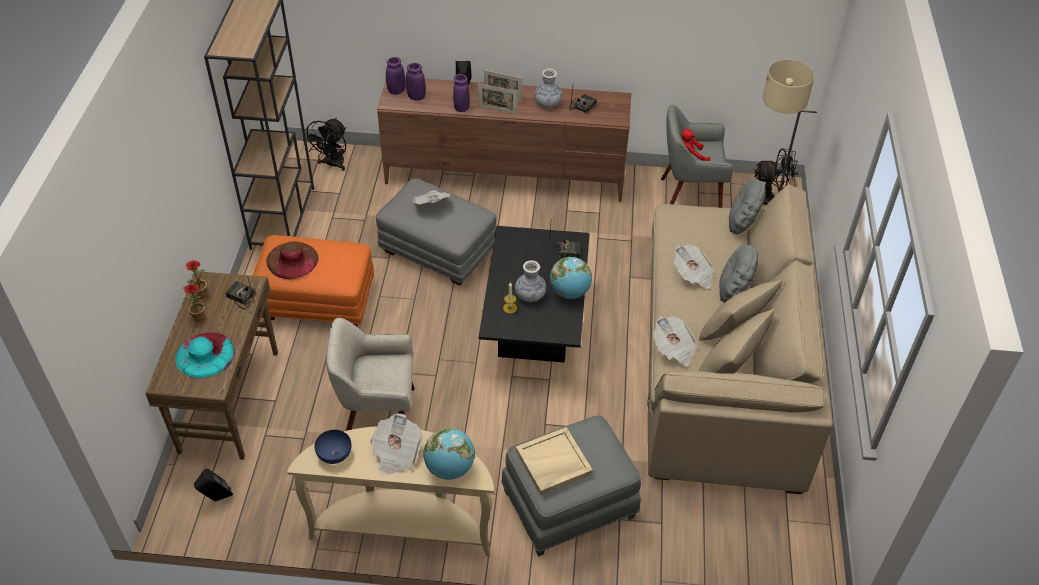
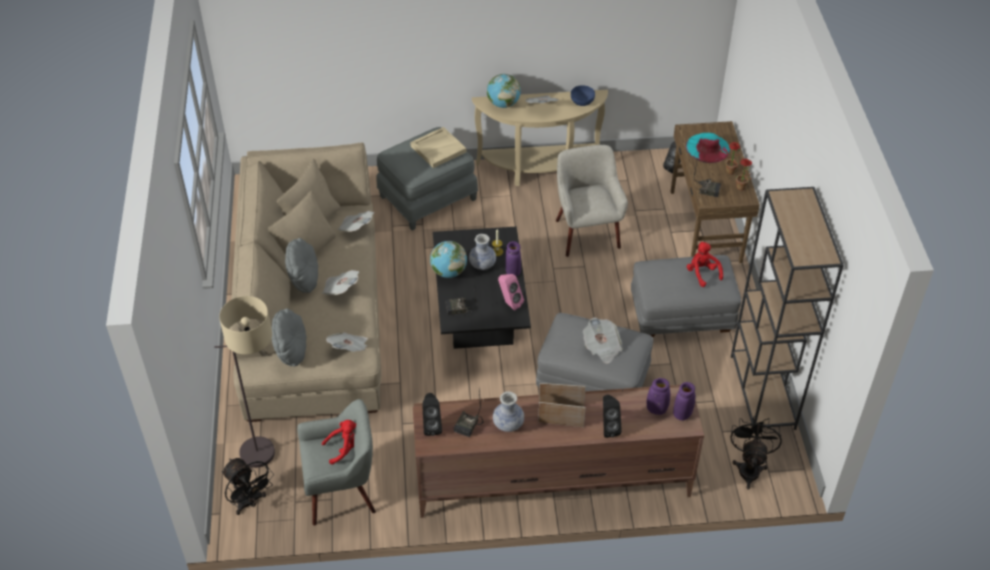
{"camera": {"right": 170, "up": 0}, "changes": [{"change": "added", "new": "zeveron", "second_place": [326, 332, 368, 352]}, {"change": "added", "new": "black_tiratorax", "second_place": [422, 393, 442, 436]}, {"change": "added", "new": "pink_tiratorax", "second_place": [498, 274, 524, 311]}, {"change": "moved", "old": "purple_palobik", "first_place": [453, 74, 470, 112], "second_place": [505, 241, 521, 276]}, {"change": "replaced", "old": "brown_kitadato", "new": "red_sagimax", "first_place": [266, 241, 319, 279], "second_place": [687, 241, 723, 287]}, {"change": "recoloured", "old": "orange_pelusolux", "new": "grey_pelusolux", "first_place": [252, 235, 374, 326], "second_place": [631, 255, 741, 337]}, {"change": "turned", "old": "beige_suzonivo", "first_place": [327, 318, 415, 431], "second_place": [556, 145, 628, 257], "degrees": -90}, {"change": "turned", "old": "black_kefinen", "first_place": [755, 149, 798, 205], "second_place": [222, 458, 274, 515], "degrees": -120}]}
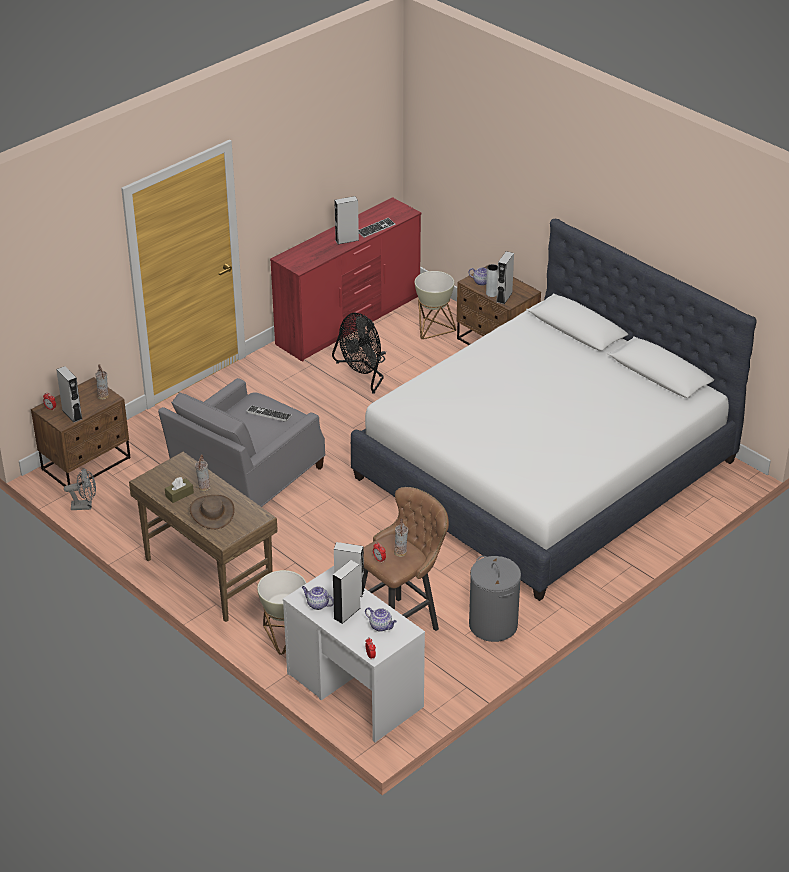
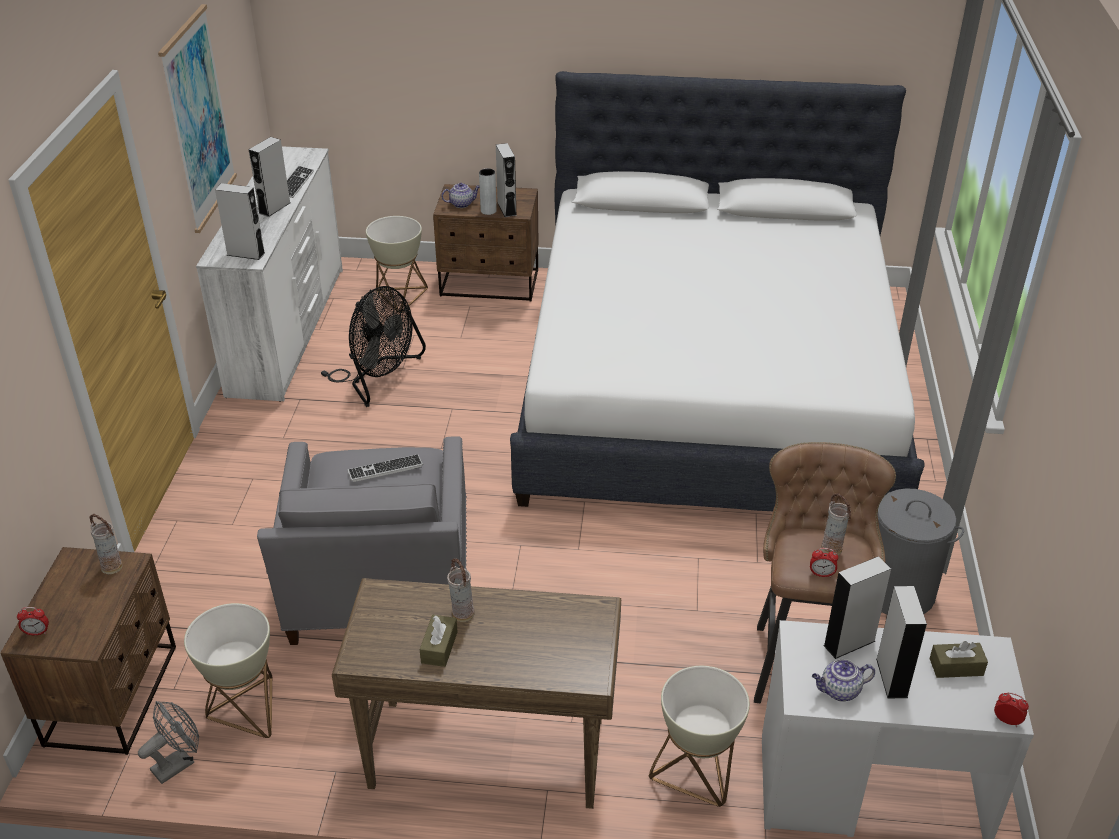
{"camera": {"right": -40, "up": 0}, "changes": [{"change": "removed", "old": "brown_kitadato", "first_place": [190, 495, 235, 529]}, {"change": "added", "new": "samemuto", "second_place": [158, 4, 237, 233]}, {"change": "added", "new": "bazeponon", "second_place": [184, 603, 272, 738]}, {"change": "moved", "old": "grey_tiratorax", "first_place": [56, 366, 82, 422], "second_place": [215, 183, 265, 260]}, {"change": "replaced", "old": "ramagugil", "new": "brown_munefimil", "first_place": [365, 607, 397, 632], "second_place": [929, 641, 988, 678]}, {"change": "recoloured", "old": "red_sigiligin", "new": "white_sigiligin", "first_place": [270, 197, 421, 362], "second_place": [196, 146, 343, 402]}, {"change": "turned", "old": "black_kefinen", "first_place": [332, 313, 387, 394], "second_place": [321, 286, 426, 407], "degrees": -75}]}
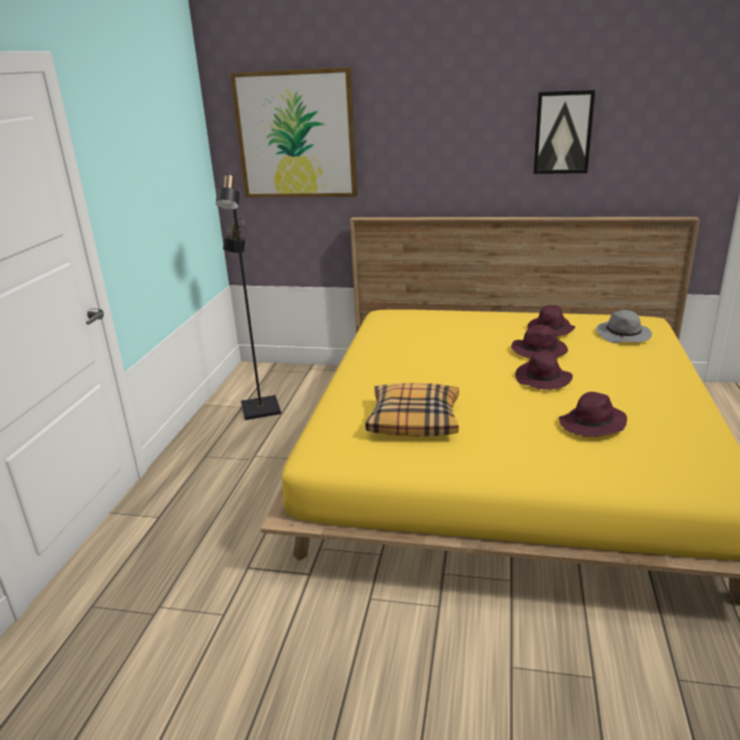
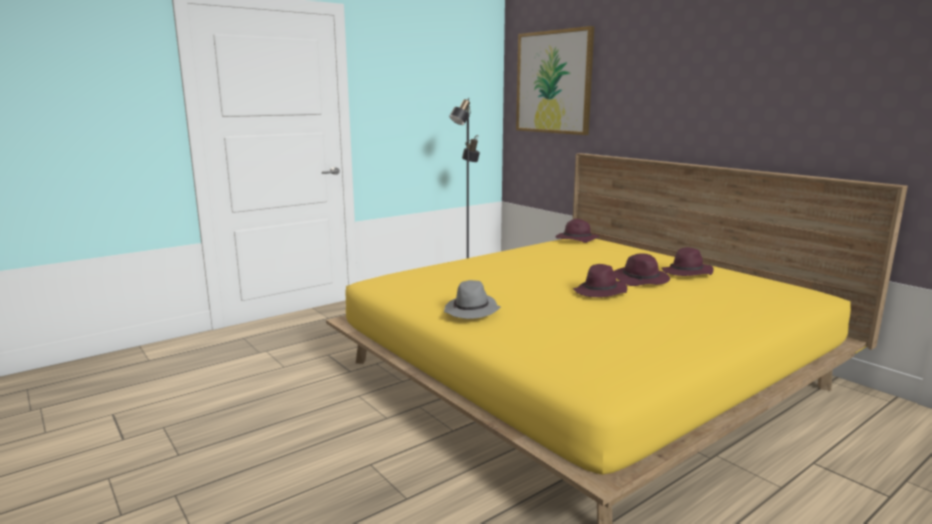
{"camera": {"right": 40, "up": -10}, "changes": [{"change": "removed", "old": "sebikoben", "first_place": [365, 383, 459, 436]}, {"change": "removed", "old": "samemuto", "first_place": [534, 90, 595, 174]}, {"change": "moved", "old": "purple_kitadato", "first_place": [559, 392, 627, 437], "second_place": [555, 219, 599, 243]}, {"change": "moved", "old": "grey_kitadato", "first_place": [596, 310, 652, 343], "second_place": [444, 280, 500, 319]}]}
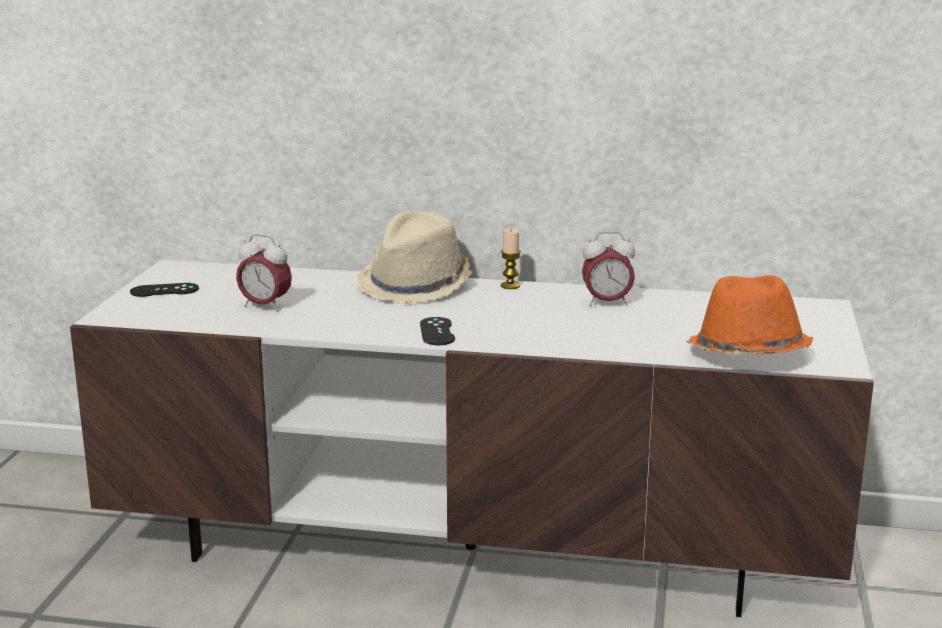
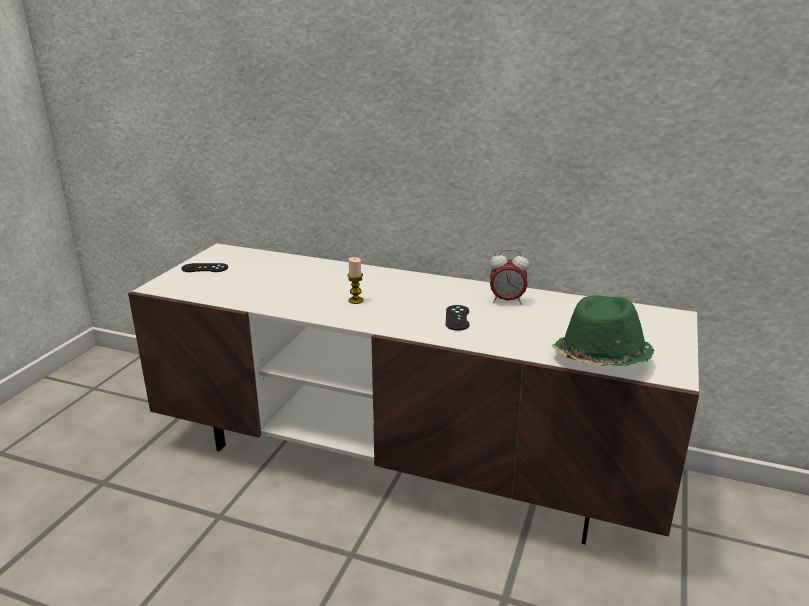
{"camera": {"right": 10, "up": 5}, "changes": [{"change": "removed", "old": "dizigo", "first_place": [236, 234, 292, 312]}, {"change": "removed", "old": "beige_kitadato", "first_place": [357, 211, 472, 305]}, {"change": "moved", "old": "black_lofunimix", "first_place": [420, 317, 455, 345], "second_place": [445, 305, 470, 331]}, {"change": "moved", "old": "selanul", "first_place": [501, 228, 521, 289], "second_place": [347, 257, 364, 304]}, {"change": "recoloured", "old": "orange_kitadato", "new": "green_kitadato", "first_place": [686, 275, 813, 355], "second_place": [552, 296, 655, 366]}]}
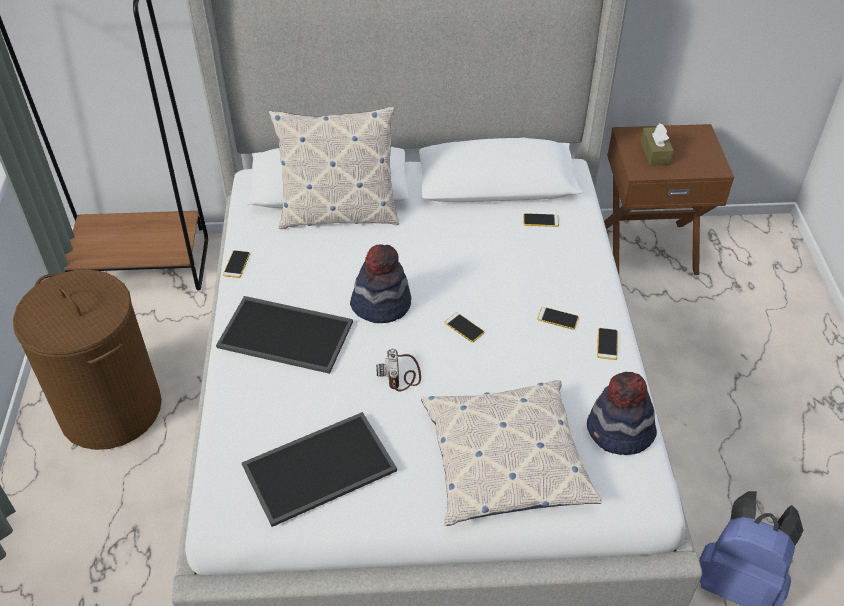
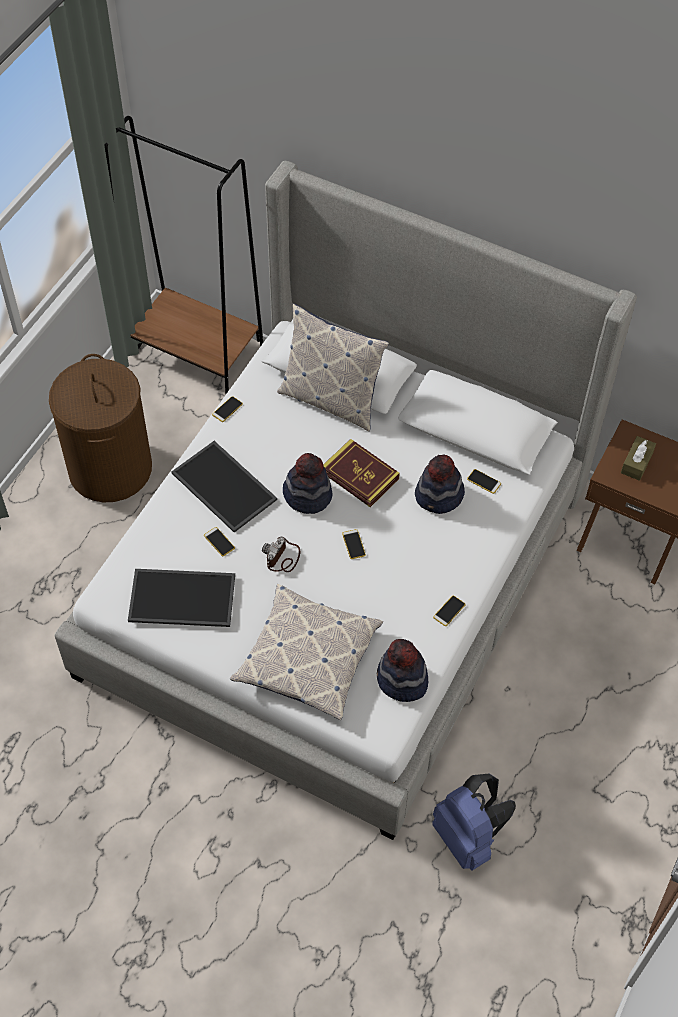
{"camera": {"right": 30, "up": 10}, "changes": [{"change": "added", "new": "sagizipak", "second_place": [323, 439, 400, 507]}, {"change": "added", "new": "kitadato", "second_place": [415, 454, 465, 514]}, {"change": "moved", "old": "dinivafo", "first_place": [537, 307, 579, 330], "second_place": [204, 527, 235, 556]}]}
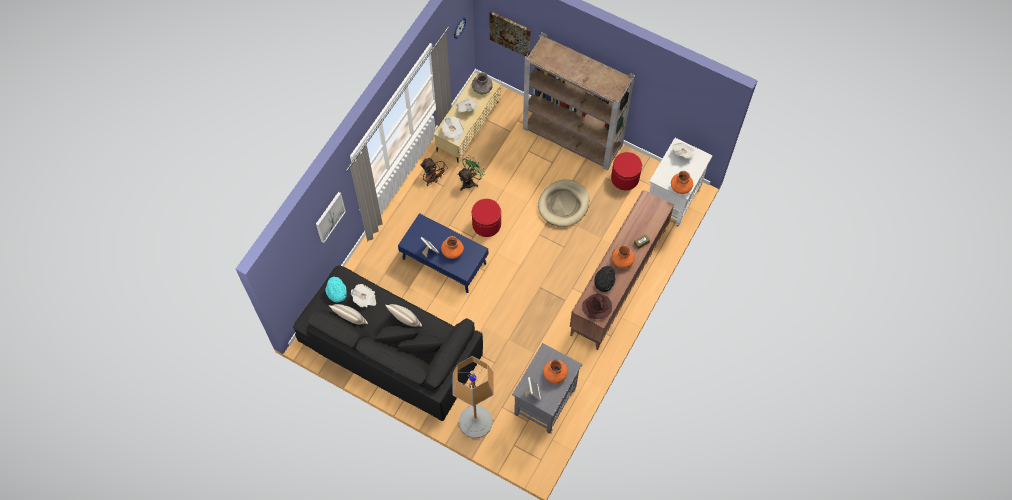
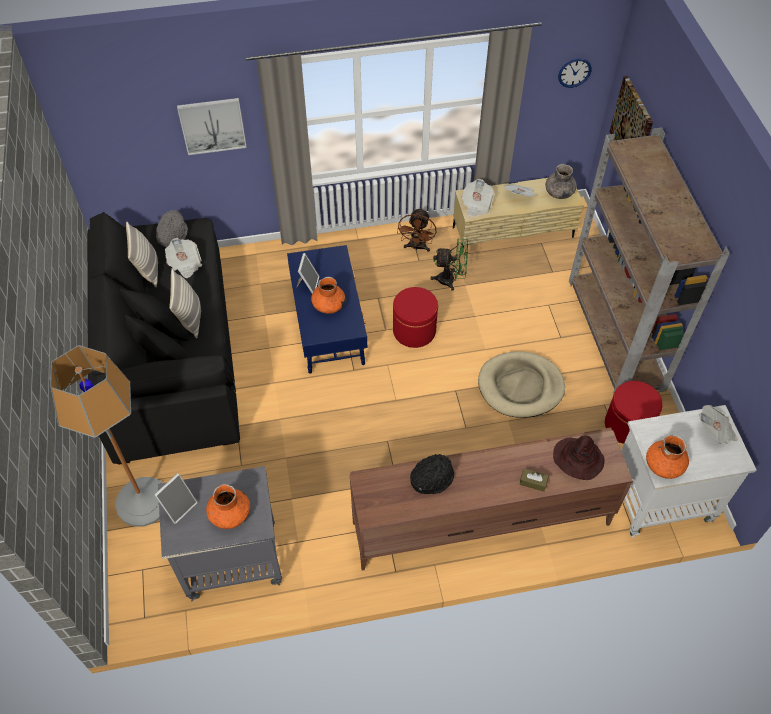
{"camera": {"right": 50, "up": -10}, "changes": [{"change": "removed", "old": "orange_palobik", "first_place": [612, 245, 635, 268]}, {"change": "moved", "old": "brown_kitadato", "first_place": [582, 294, 612, 319], "second_place": [553, 436, 605, 480]}, {"change": "recoloured", "old": "turquoise_kitadato", "new": "grey_kitadato", "first_place": [326, 277, 347, 302], "second_place": [156, 210, 188, 247]}]}
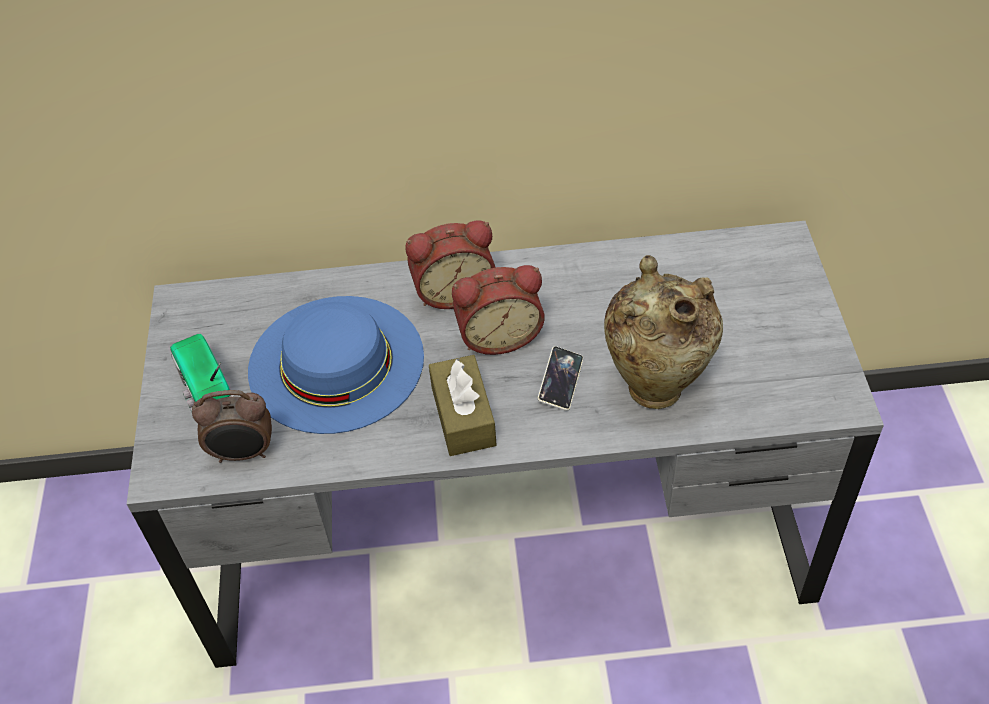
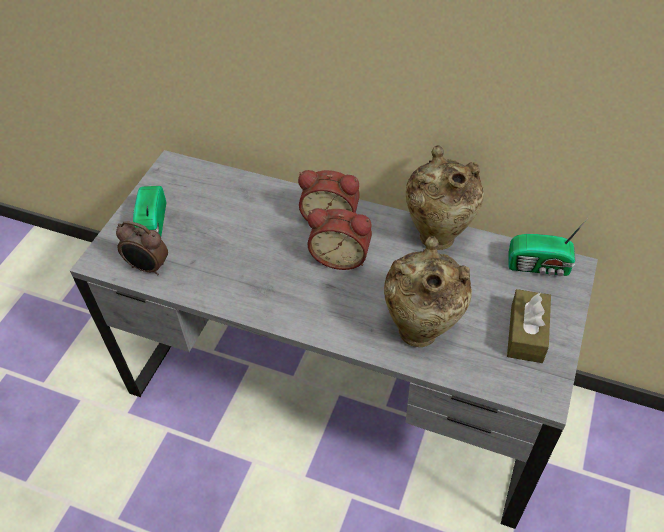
{"camera": {"right": 25, "up": 0}, "changes": [{"change": "removed", "old": "blue_kitadato", "first_place": [248, 296, 424, 434]}, {"change": "removed", "old": "dinivafo", "first_place": [538, 346, 583, 411]}, {"change": "added", "new": "beige_palobik", "second_place": [406, 145, 484, 250]}, {"change": "added", "new": "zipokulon", "second_place": [508, 220, 587, 277]}, {"change": "moved", "old": "brown_munefimil", "first_place": [429, 355, 497, 456], "second_place": [507, 289, 551, 363]}]}
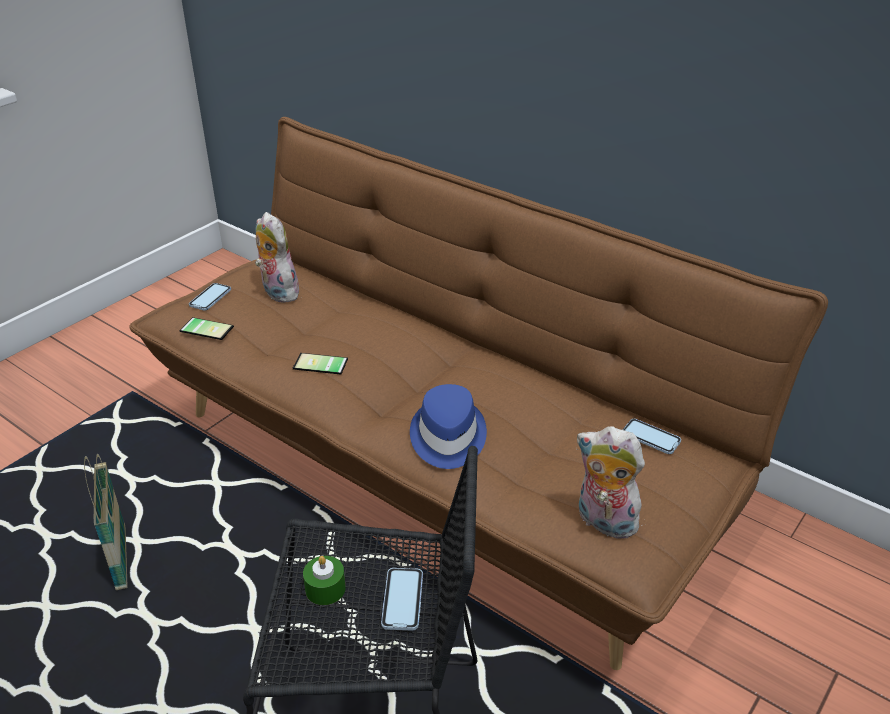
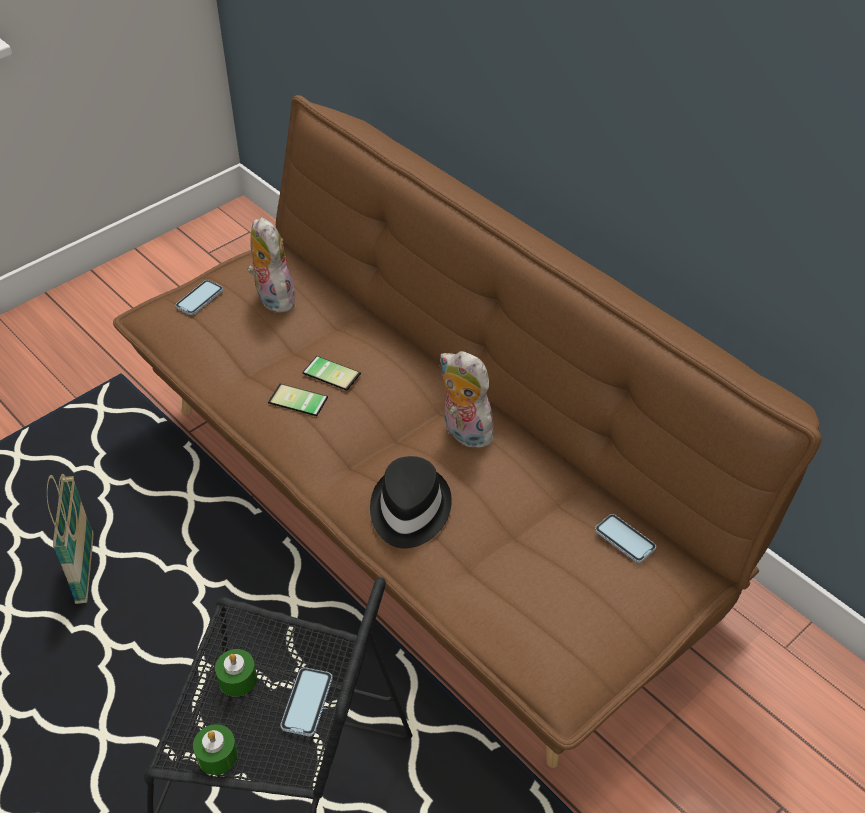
{"camera": {"right": 10, "up": 10}, "changes": [{"change": "added", "new": "green_selanul", "second_place": [193, 724, 238, 775]}, {"change": "moved", "old": "dinivafo", "first_place": [179, 317, 234, 340], "second_place": [302, 356, 361, 391]}, {"change": "moved", "old": "sagimax", "first_place": [576, 426, 645, 539], "second_place": [439, 351, 494, 448]}, {"change": "recoloured", "old": "blue_kitadato", "new": "black_kitadato", "first_place": [410, 384, 487, 469], "second_place": [370, 456, 452, 549]}]}
